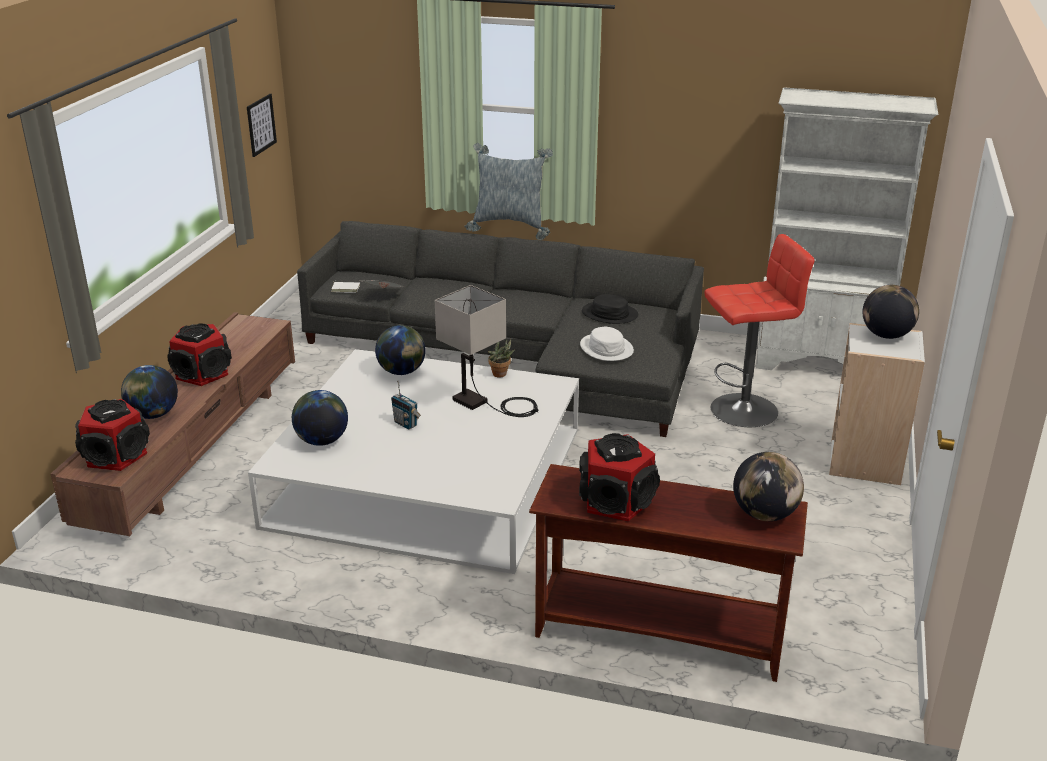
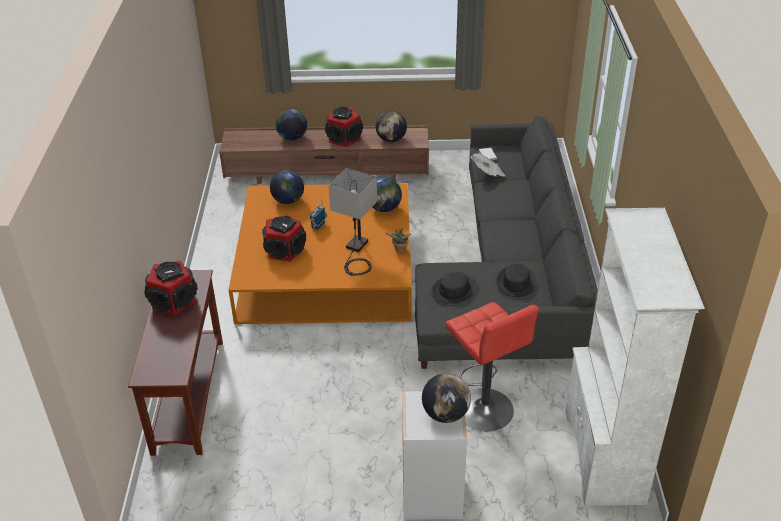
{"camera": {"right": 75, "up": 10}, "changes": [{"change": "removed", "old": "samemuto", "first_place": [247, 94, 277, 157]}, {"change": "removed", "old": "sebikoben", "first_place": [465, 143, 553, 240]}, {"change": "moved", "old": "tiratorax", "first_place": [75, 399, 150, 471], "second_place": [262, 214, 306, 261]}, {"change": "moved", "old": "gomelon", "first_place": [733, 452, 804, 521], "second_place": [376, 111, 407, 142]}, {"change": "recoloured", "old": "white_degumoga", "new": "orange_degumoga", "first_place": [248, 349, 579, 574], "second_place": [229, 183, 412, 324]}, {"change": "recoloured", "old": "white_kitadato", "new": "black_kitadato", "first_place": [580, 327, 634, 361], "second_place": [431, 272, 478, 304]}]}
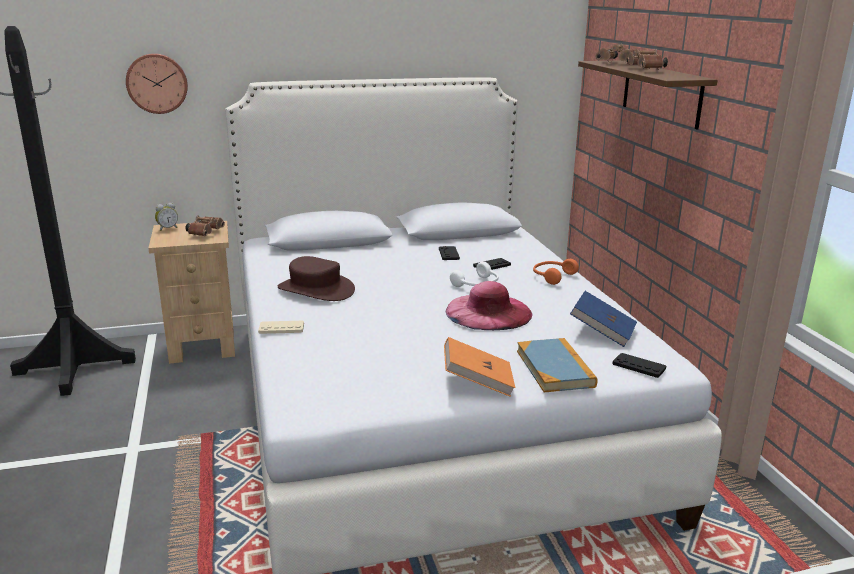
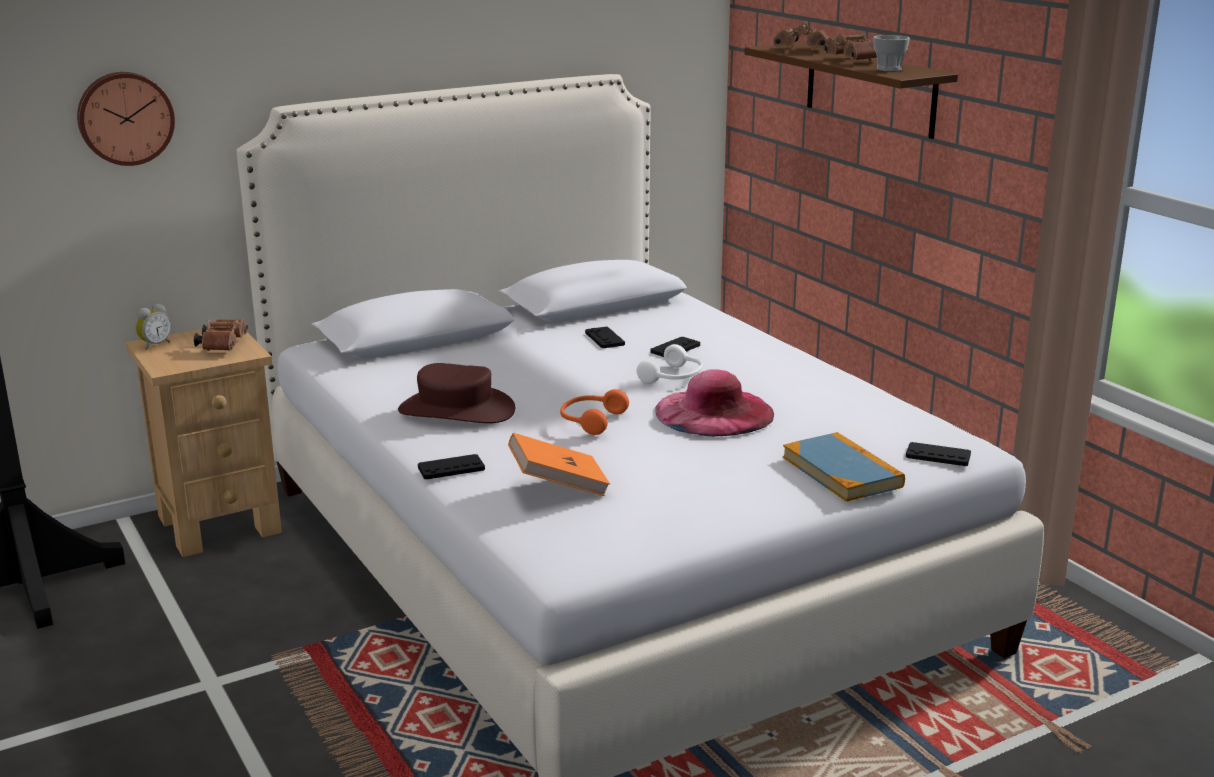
{"camera": {"right": -15, "up": 0}, "changes": [{"change": "removed", "old": "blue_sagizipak", "first_place": [570, 291, 637, 347]}, {"change": "added", "new": "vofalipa", "second_place": [873, 35, 910, 72]}, {"change": "moved", "old": "orange_sagizipak", "first_place": [444, 337, 515, 397], "second_place": [508, 433, 610, 496]}, {"change": "moved", "old": "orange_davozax", "first_place": [533, 259, 579, 285], "second_place": [560, 389, 629, 435]}, {"change": "recoloured", "old": "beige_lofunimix", "new": "black_lofunimix", "first_place": [258, 321, 304, 334], "second_place": [418, 454, 485, 480]}]}
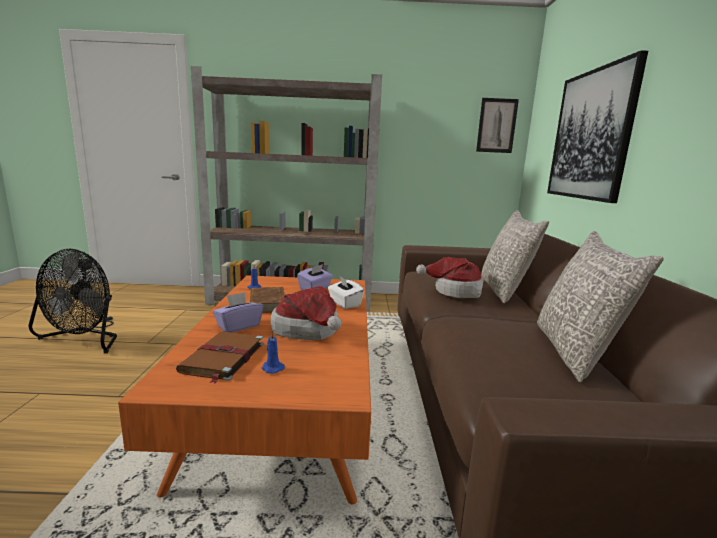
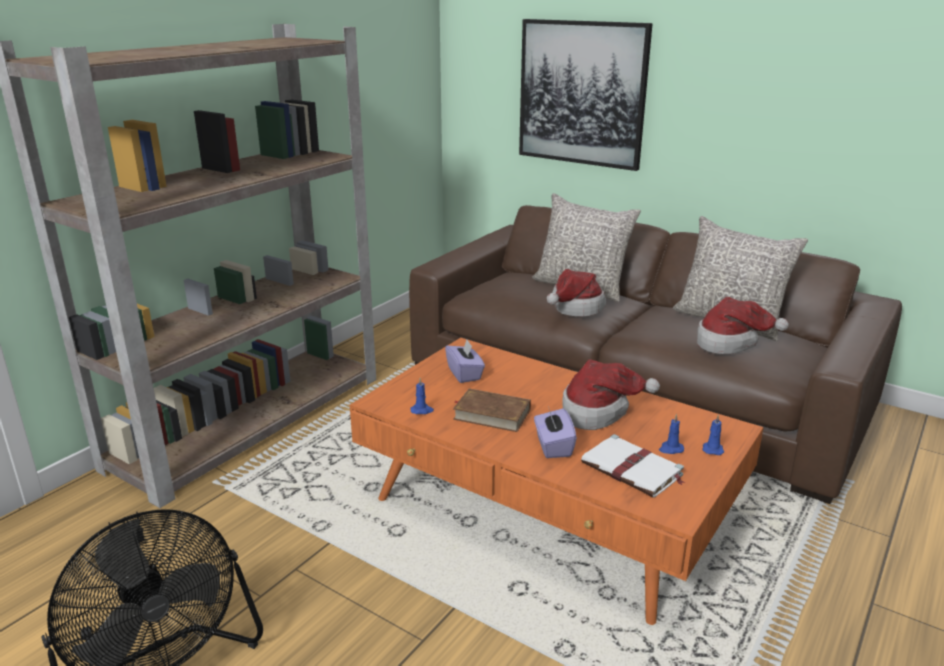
{"camera": {"right": -55, "up": 10}, "changes": [{"change": "removed", "old": "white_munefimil", "first_place": [328, 276, 364, 309]}, {"change": "removed", "old": "samemuto", "first_place": [476, 98, 519, 153]}, {"change": "added", "new": "kitadato", "second_place": [697, 297, 789, 355]}, {"change": "added", "new": "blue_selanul", "second_place": [702, 415, 724, 455]}, {"change": "recoloured", "old": "brown_sagizipak", "new": "white_sagizipak", "first_place": [176, 331, 264, 383], "second_place": [581, 434, 685, 498]}]}
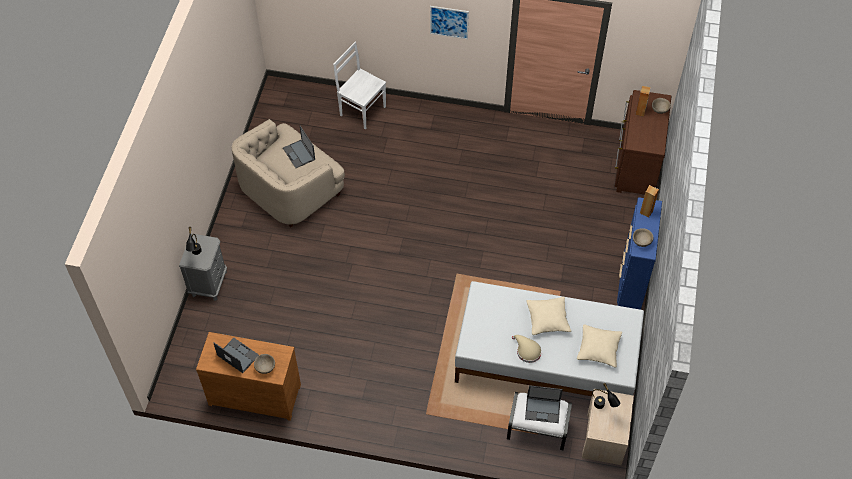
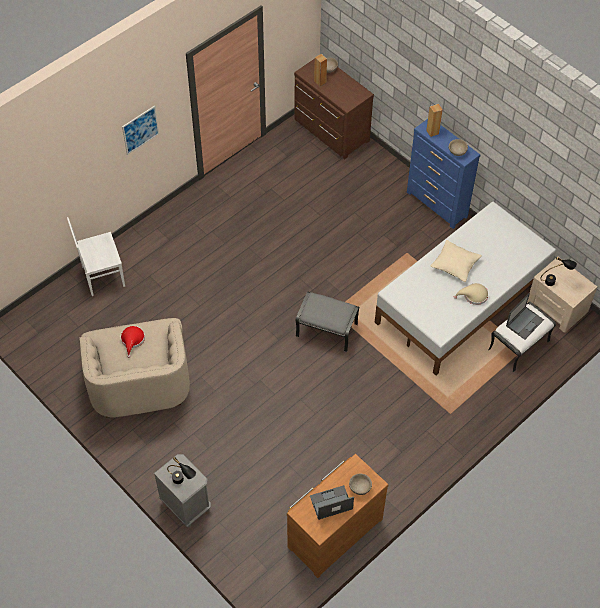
{"camera": {"right": -55, "up": 0}, "changes": [{"change": "removed", "old": "beige_sebikoben", "first_place": [577, 324, 622, 367]}, {"change": "added", "new": "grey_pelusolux", "second_place": [296, 291, 359, 352]}, {"change": "replaced", "old": "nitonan", "new": "red_kitadato", "first_place": [283, 126, 315, 168], "second_place": [121, 326, 145, 358]}]}
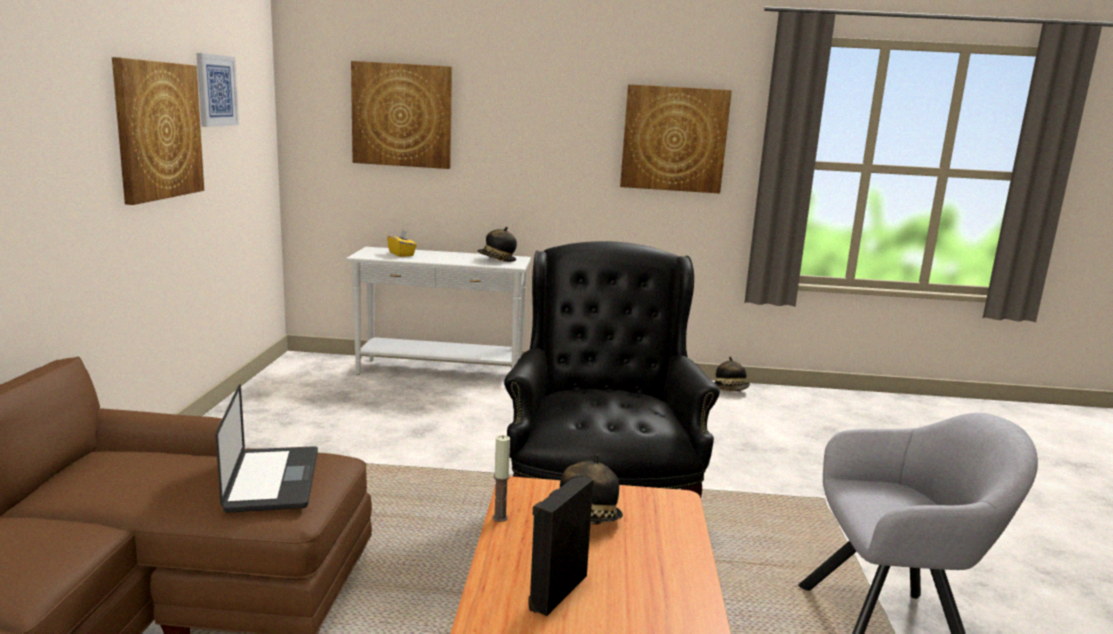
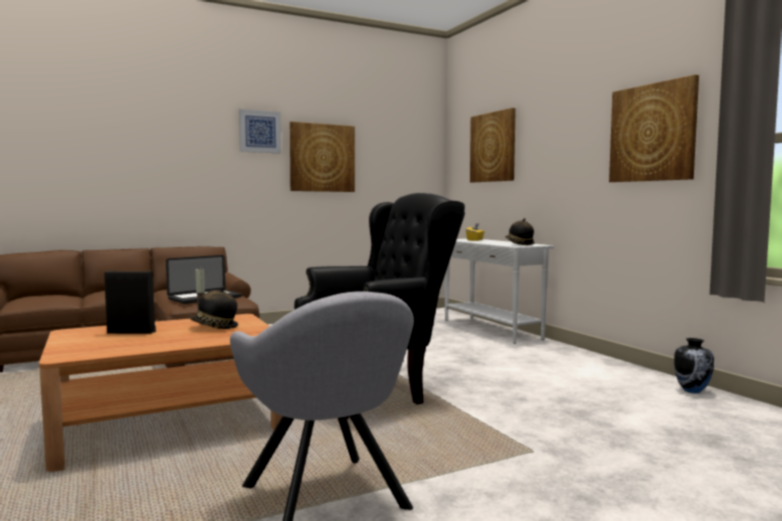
{"camera": {"right": 60, "up": -10}, "changes": [{"change": "moved", "old": "samemuto", "first_place": [196, 53, 239, 127], "second_place": [239, 109, 281, 153]}, {"change": "replaced", "old": "kitadato", "new": "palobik", "first_place": [714, 357, 750, 391], "second_place": [674, 338, 714, 393]}]}
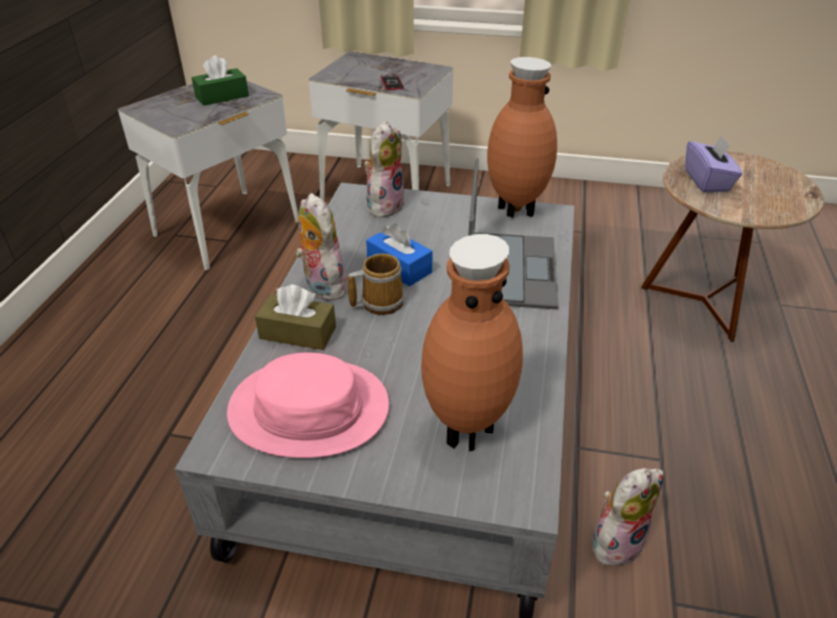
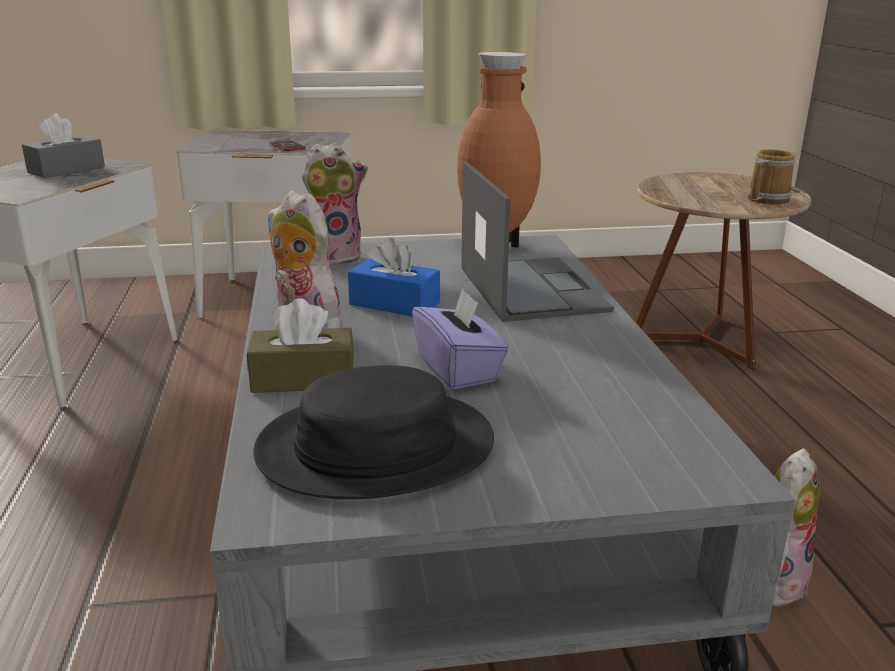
{"camera": {"right": -20, "up": -15}, "changes": [{"change": "removed", "old": "brown_palobik", "first_place": [421, 234, 523, 451]}, {"change": "moved", "old": "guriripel", "first_place": [348, 254, 404, 315], "second_place": [748, 149, 795, 205]}, {"change": "moved", "old": "purple_munefimil", "first_place": [686, 135, 742, 192], "second_place": [412, 288, 509, 389]}, {"change": "recoloured", "old": "green_munefimil", "new": "grey_munefimil", "first_place": [191, 55, 249, 106], "second_place": [22, 113, 105, 178]}, {"change": "recoloured", "old": "pink_kitadato", "new": "black_kitadato", "first_place": [227, 353, 389, 458], "second_place": [253, 365, 494, 499]}, {"change": "turned", "old": "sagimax", "first_place": [364, 121, 405, 218], "second_place": [302, 143, 368, 266], "degrees": 60}]}
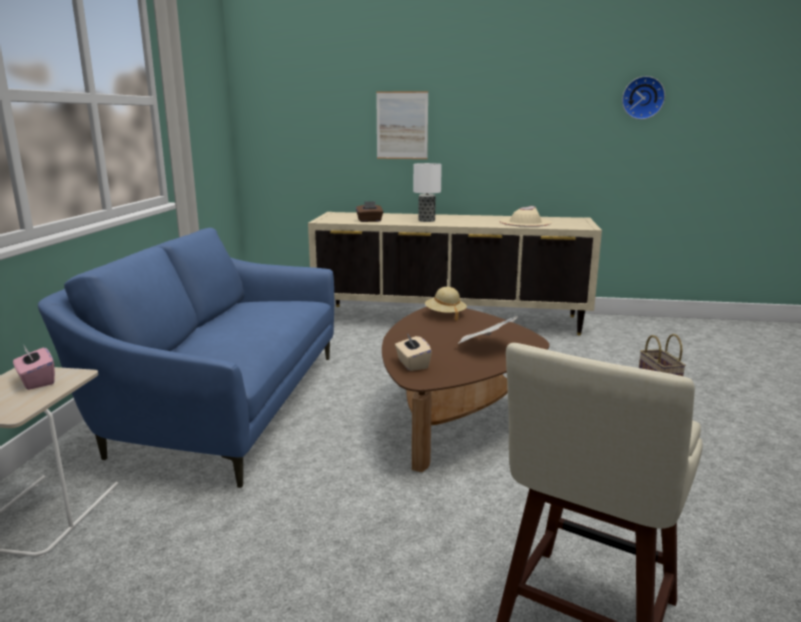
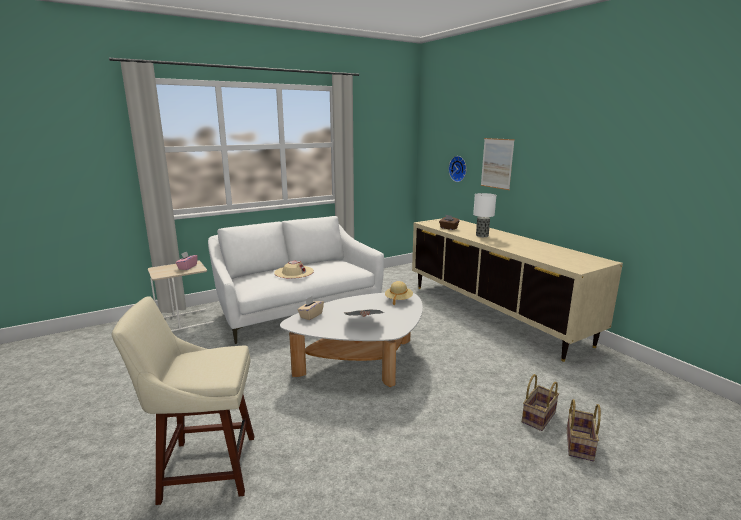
{"camera": {"right": 50, "up": 0}, "changes": [{"change": "added", "new": "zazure", "second_place": [567, 399, 601, 461]}, {"change": "moved", "old": "beige_kitadato", "first_place": [500, 206, 552, 227], "second_place": [274, 261, 314, 279]}, {"change": "moved", "old": "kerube", "first_place": [622, 76, 665, 120], "second_place": [449, 156, 467, 182]}, {"change": "recoloured", "old": "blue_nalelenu", "new": "white_nalelenu", "first_place": [38, 228, 334, 488], "second_place": [208, 216, 384, 344]}, {"change": "recoloured", "old": "brown_degumoga", "new": "white_degumoga", "first_place": [382, 307, 549, 472], "second_place": [280, 293, 423, 387]}]}
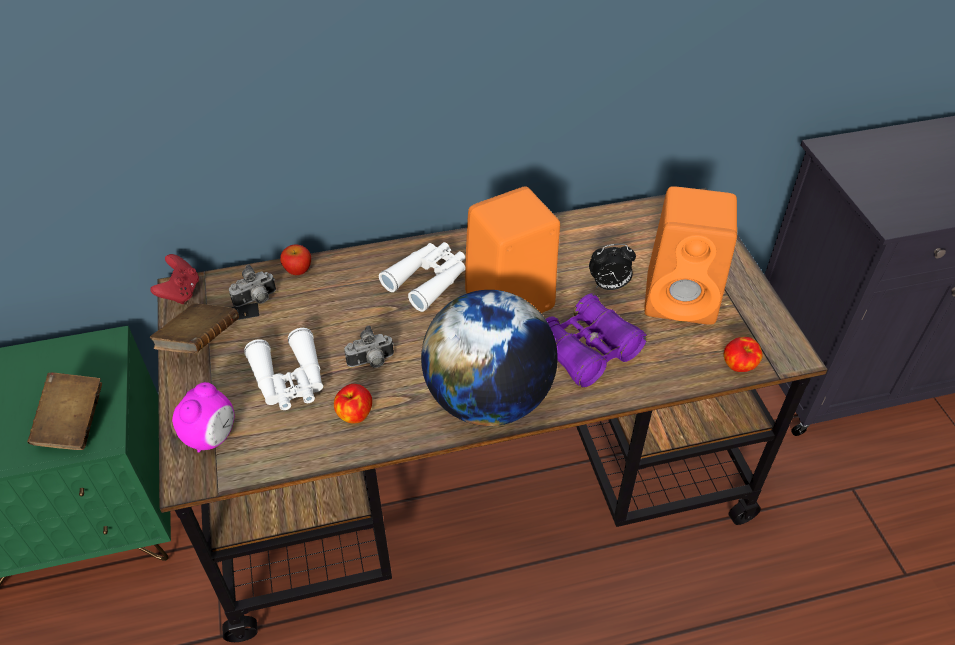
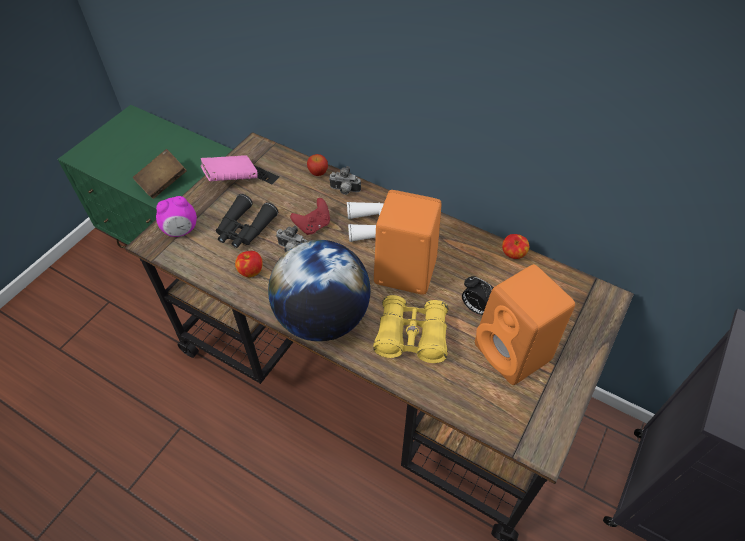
{"camera": {"right": 45, "up": 5}, "changes": [{"change": "moved", "old": "red_lofunimix", "first_place": [150, 254, 199, 304], "second_place": [290, 198, 330, 235]}, {"change": "moved", "old": "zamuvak", "first_place": [229, 264, 276, 307], "second_place": [329, 166, 361, 195]}, {"change": "moved", "old": "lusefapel", "first_place": [724, 337, 762, 372], "second_place": [502, 234, 529, 259]}, {"change": "recoloured", "old": "brown_sagizipak", "new": "pink_sagizipak", "first_place": [150, 303, 239, 353], "second_place": [200, 155, 258, 181]}, {"change": "recoloured", "old": "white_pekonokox", "new": "black_pekonokox", "first_place": [244, 328, 323, 410], "second_place": [216, 194, 278, 248]}, {"change": "recoloured", "old": "purple_pekonokox", "new": "yellow_pekonokox", "first_place": [546, 293, 647, 388], "second_place": [373, 295, 449, 363]}]}
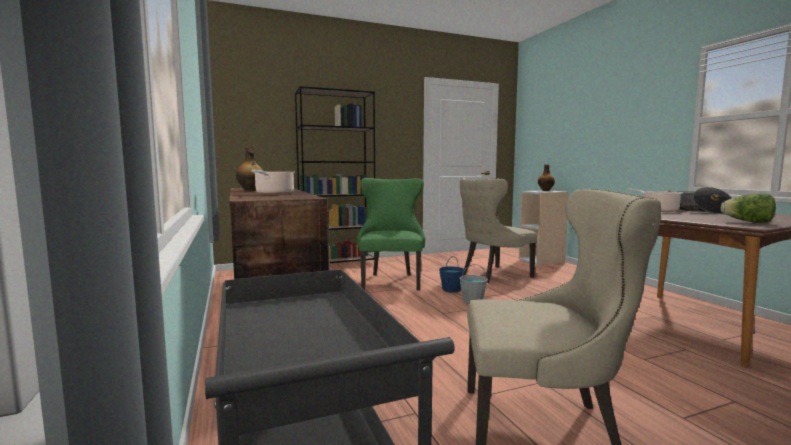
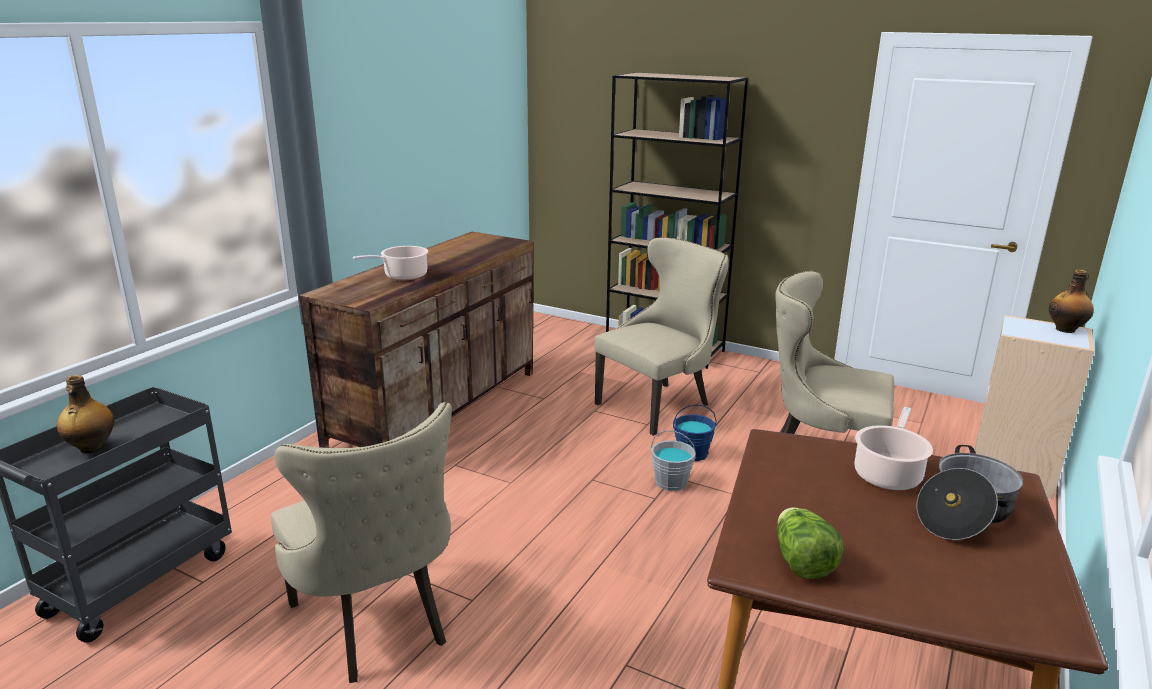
{"camera": {"right": 50, "up": 15}, "changes": [{"change": "moved", "old": "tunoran", "first_place": [236, 147, 262, 191], "second_place": [57, 375, 114, 454]}, {"change": "recoloured", "old": "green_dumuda", "new": "beige_dumuda", "first_place": [357, 178, 425, 291], "second_place": [594, 237, 729, 436]}]}
